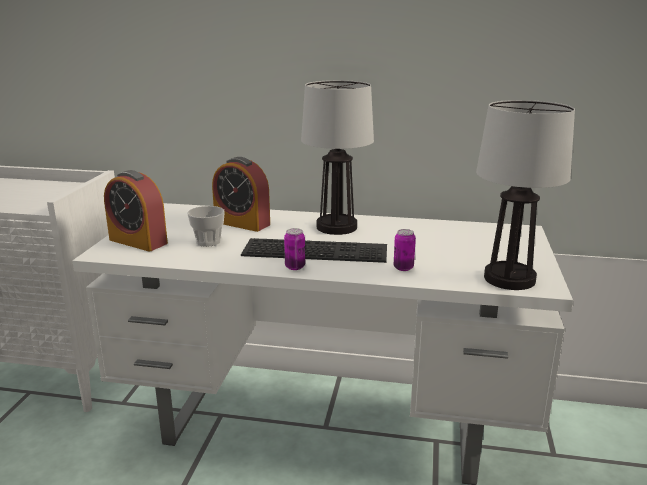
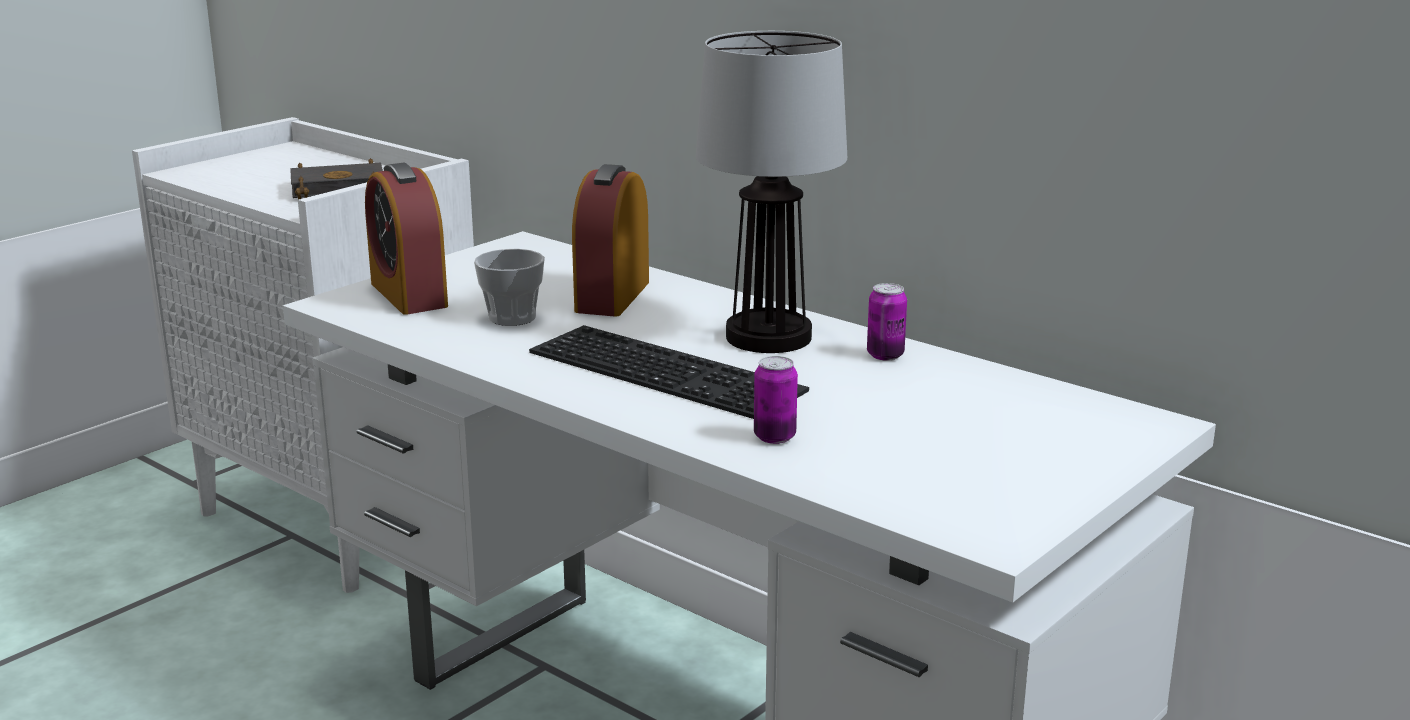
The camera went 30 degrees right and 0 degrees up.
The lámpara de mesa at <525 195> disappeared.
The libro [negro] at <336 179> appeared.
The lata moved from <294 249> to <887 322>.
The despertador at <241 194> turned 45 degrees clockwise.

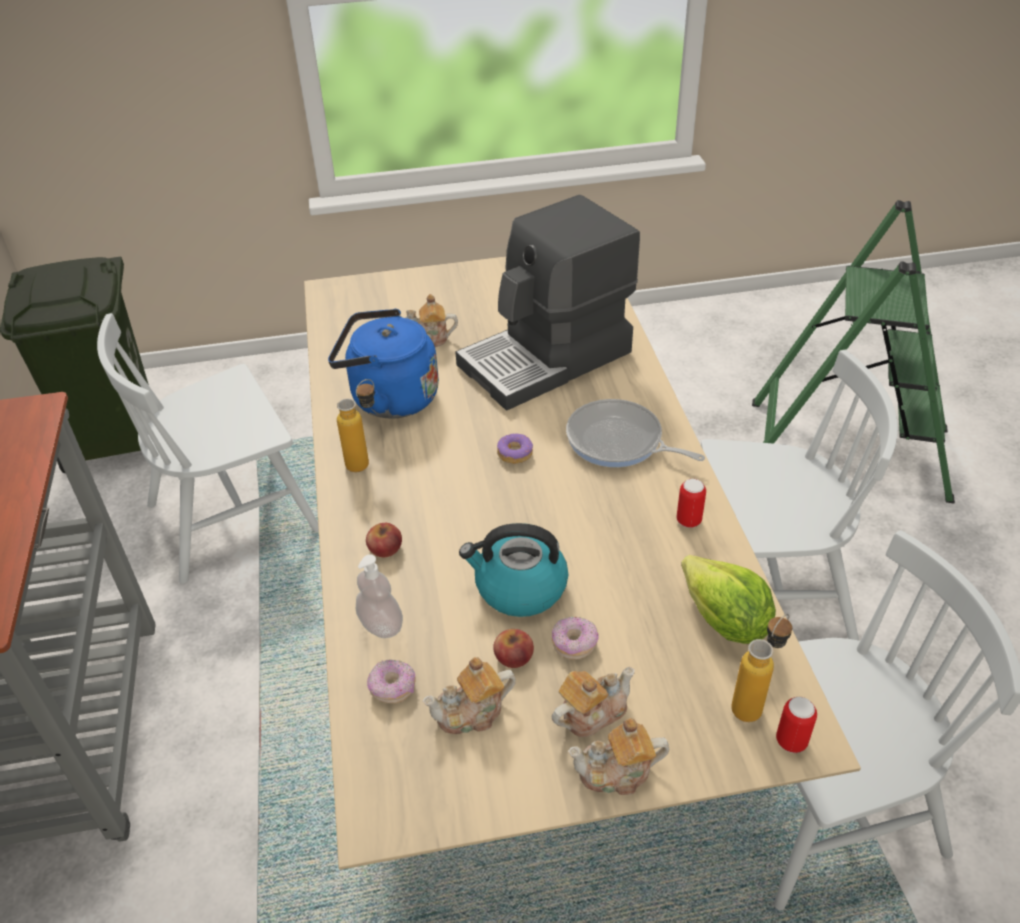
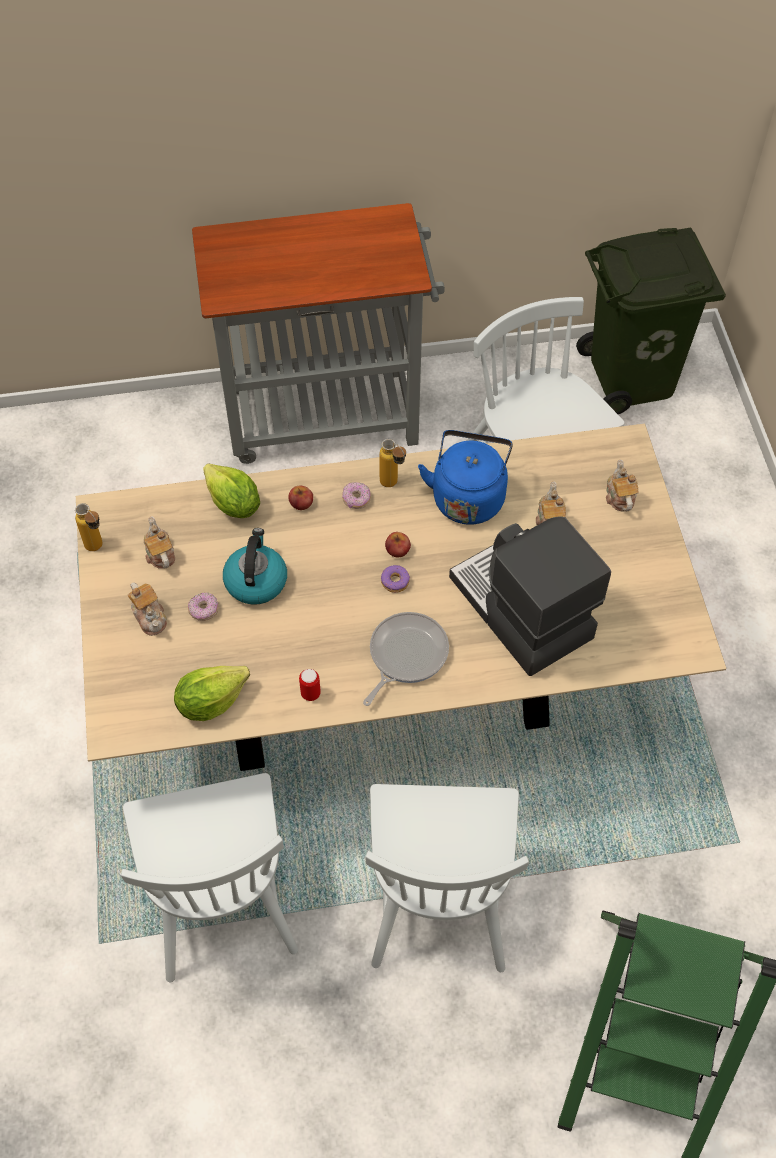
The camera went 90 degrees right and 15 degrees up.
The lata at <796 725> disappeared.
The rosquilla moved from <391 681> to <356 495>.
The manzana moved from <513 648> to <398 544>.
The tetera moved from <618 756> to <622 485>.
The botella moved from <761 668> to <88 527>.
The dispensador de jabón at <379 596> was replaced by the lechuga at <231 491>.

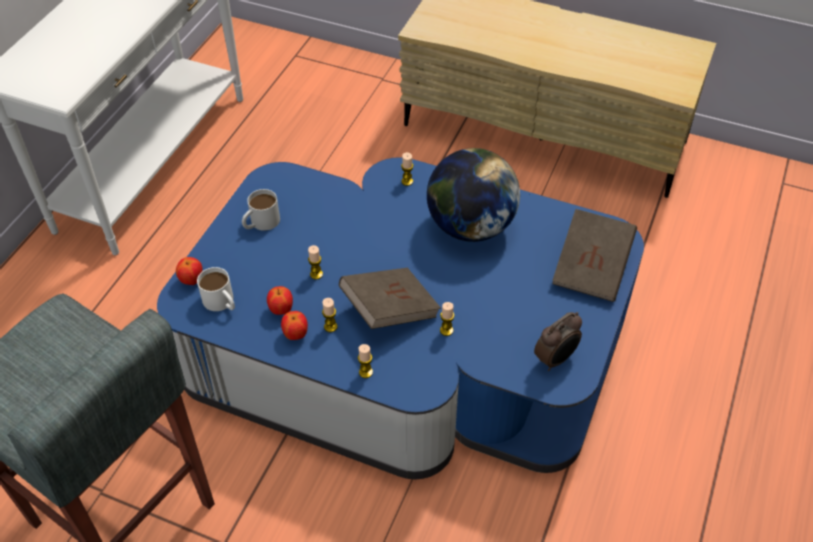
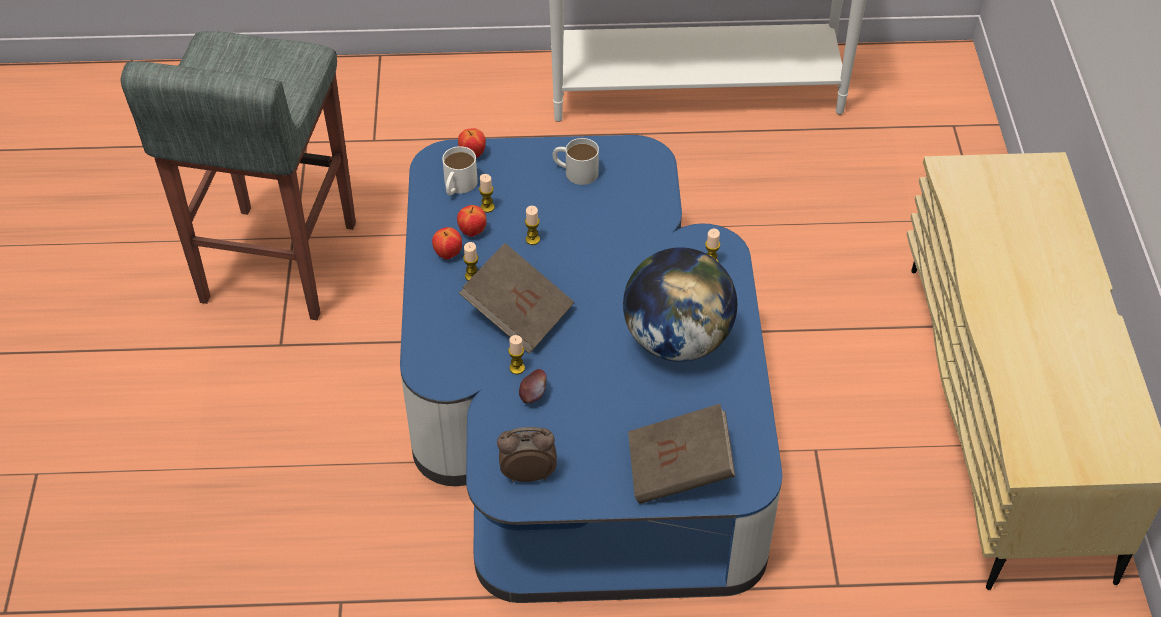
The camera went 65 degrees right and 0 degrees up.
The manzana at <533 386> appeared.
The vela moved from <365 361> to <487 193>.
The despertador at <558 341> turned 150 degrees clockwise.

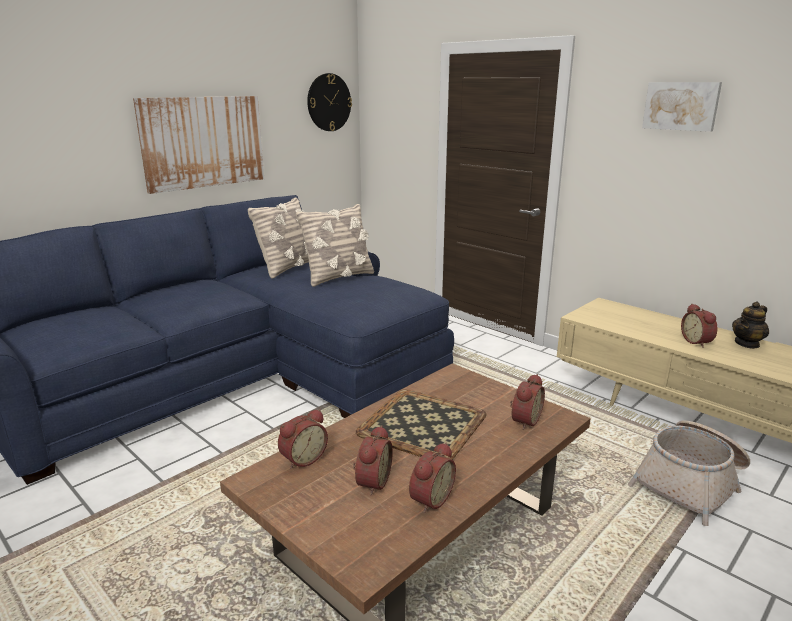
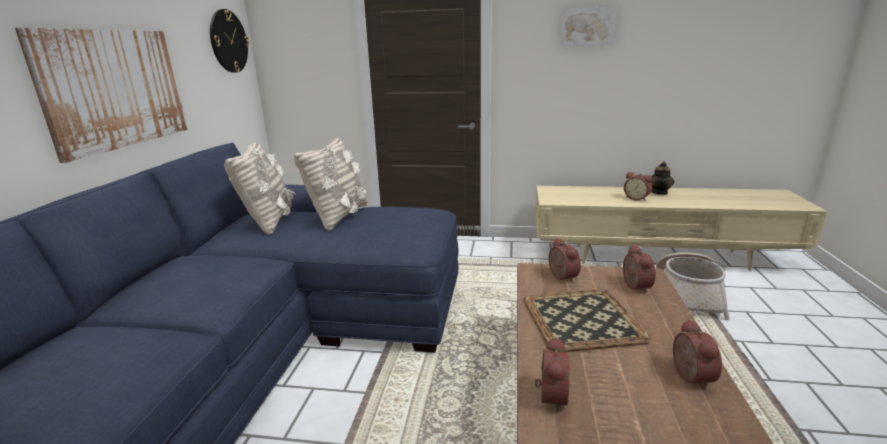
The camera went 35 degrees left and 0 degrees up.
The despertador moved from <373 460> to <565 260>.

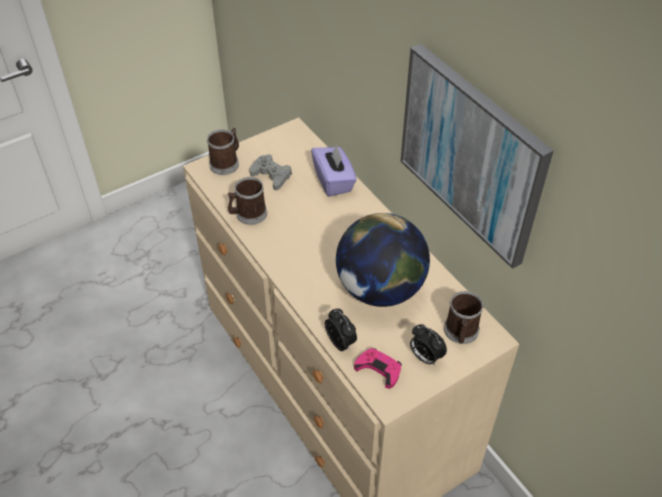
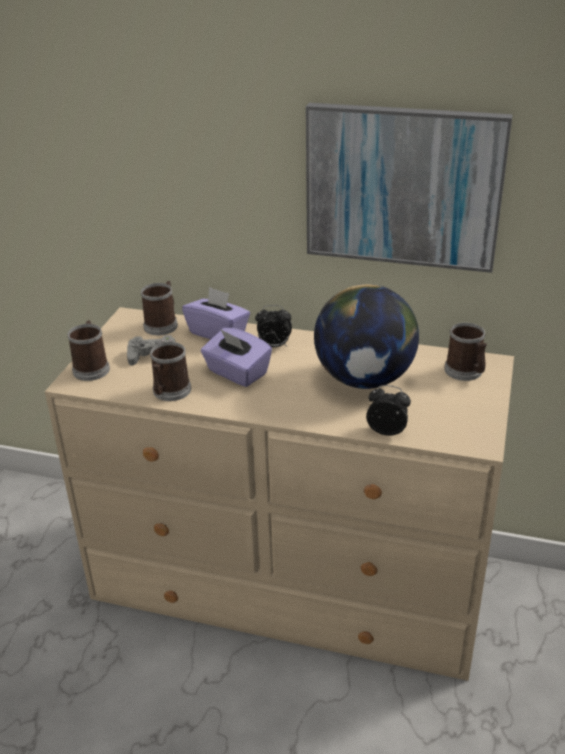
The camera went 40 degrees left and 15 degrees down.
The mando de consola [rosa] at <378 368> disappeared.
The taza grande at <159 308> appeared.
The caja de pañuelos [morado] at <236 357> appeared.
The despertador moved from <428 345> to <273 326>.

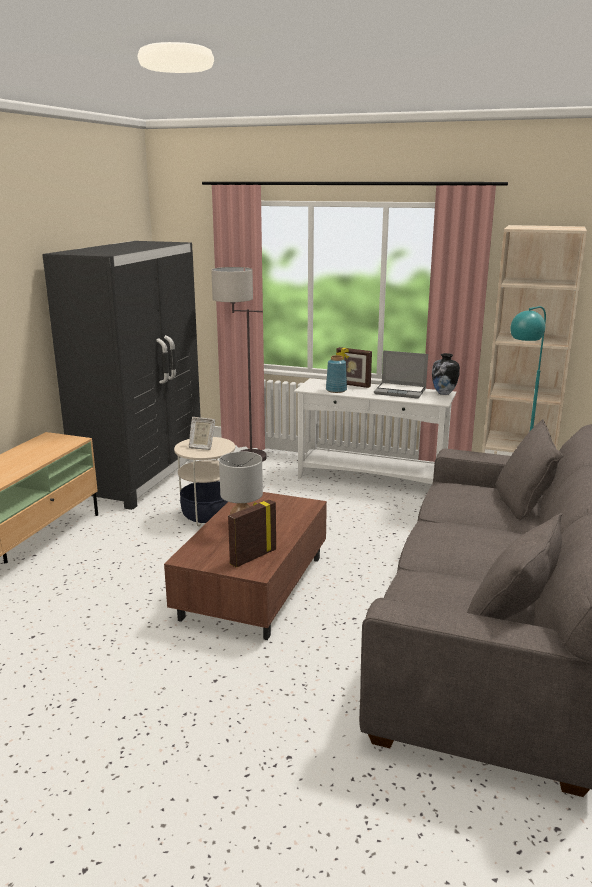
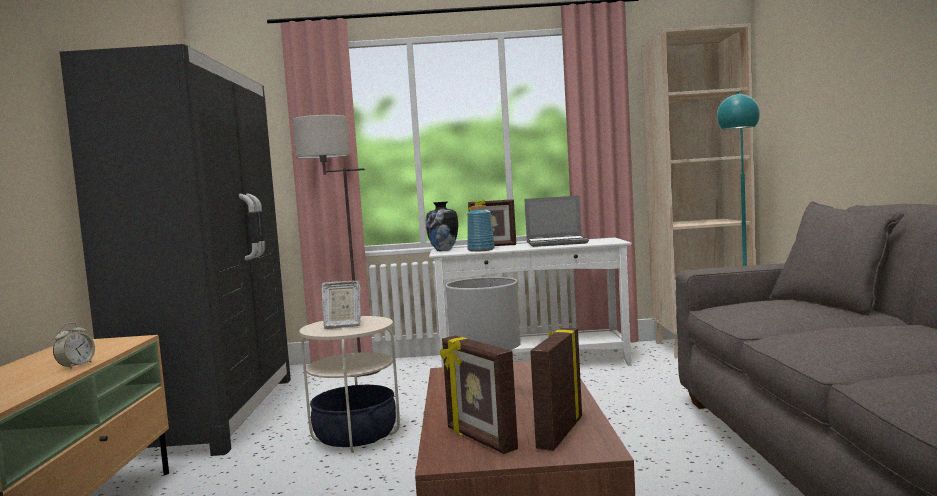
The camera went 20 degrees left and 15 degrees down.
The despertador at <74 346> appeared.
The portarretratos at <479 395> appeared.
The florero moved from <446 374> to <441 226>.

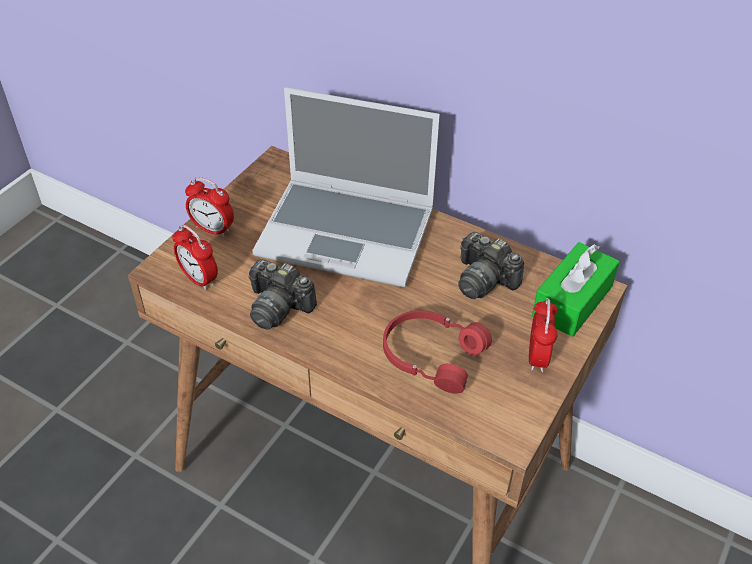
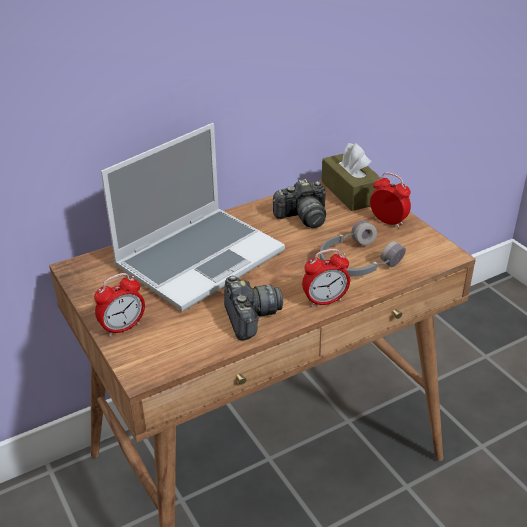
The camera went 60 degrees left and 10 degrees down.
The despertador moved from <195 257> to <326 278>.
The auriculares [rojo] at <437 352> became the auriculares [gris] at <363 248>.
The caja de pañuelos [verde] at <576 289> became the caja de pañuelos [marrón] at <351 177>.
The cámara at <283 294> turned 75 degrees counterclockwise.

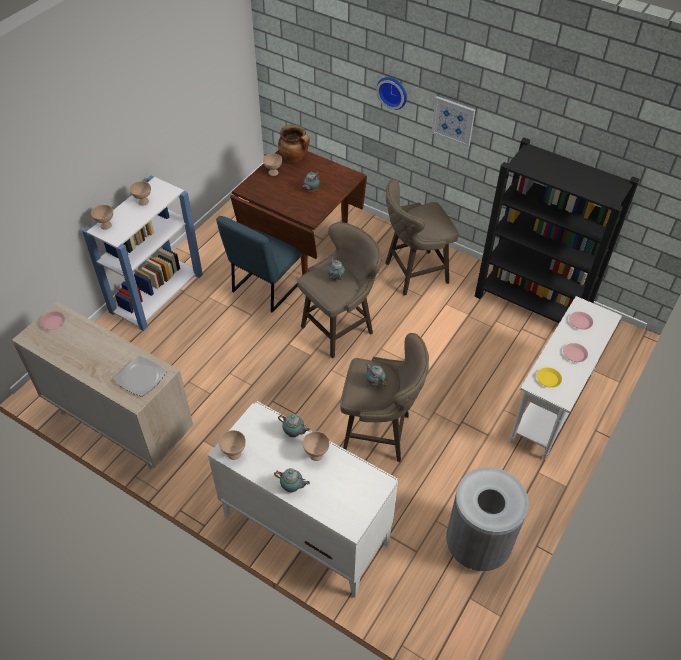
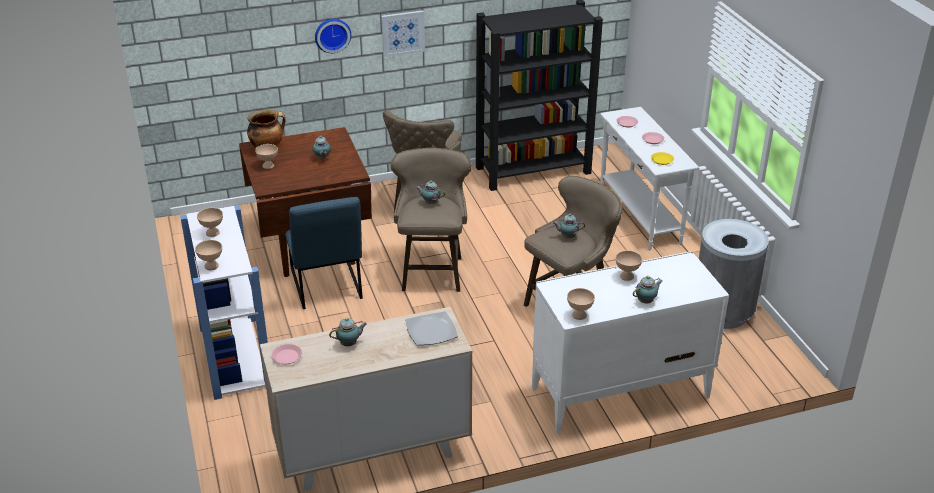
The camera went 50 degrees left and 15 degrees down.
The tetera moved from <294 425> to <348 332>.

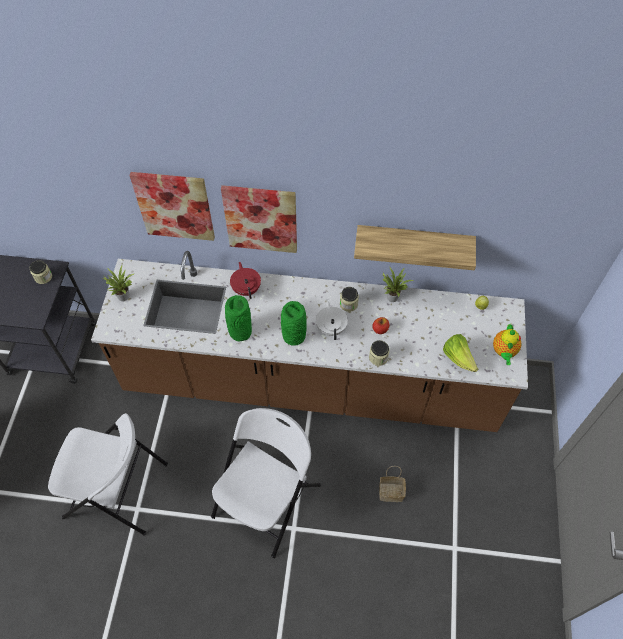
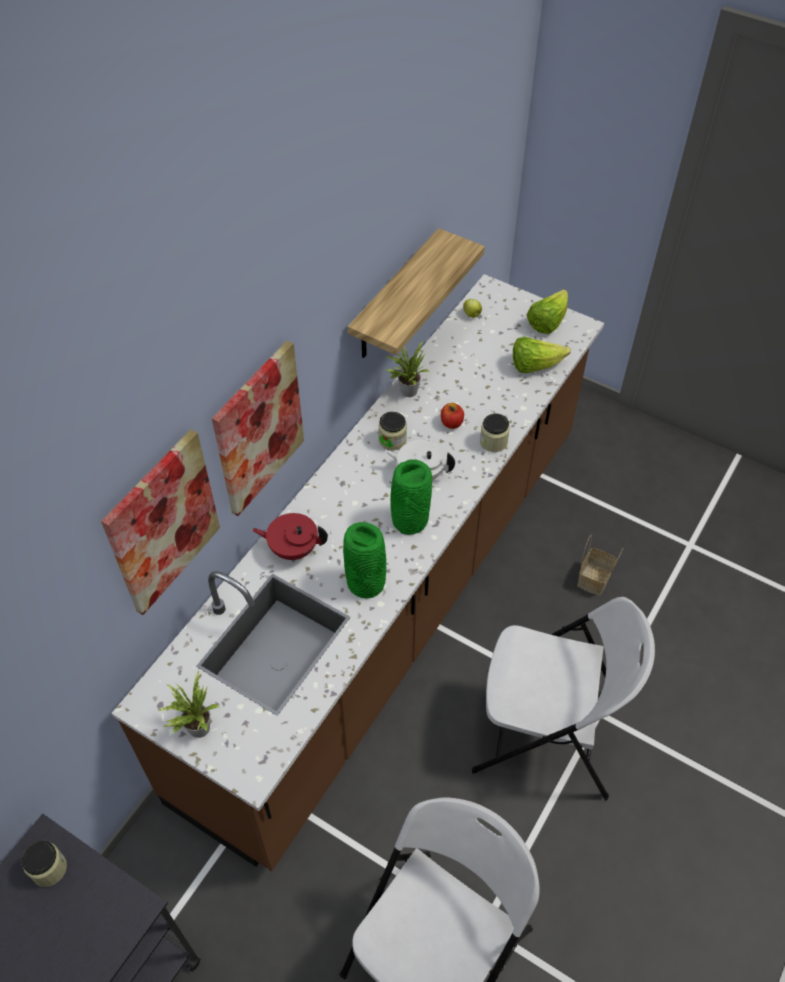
The camera went 65 degrees left and 5 degrees down.
The tetera at <507 344> was replaced by the lechuga at <547 311>.
The silla [blanco] at <266 483> turned 135 degrees clockwise.

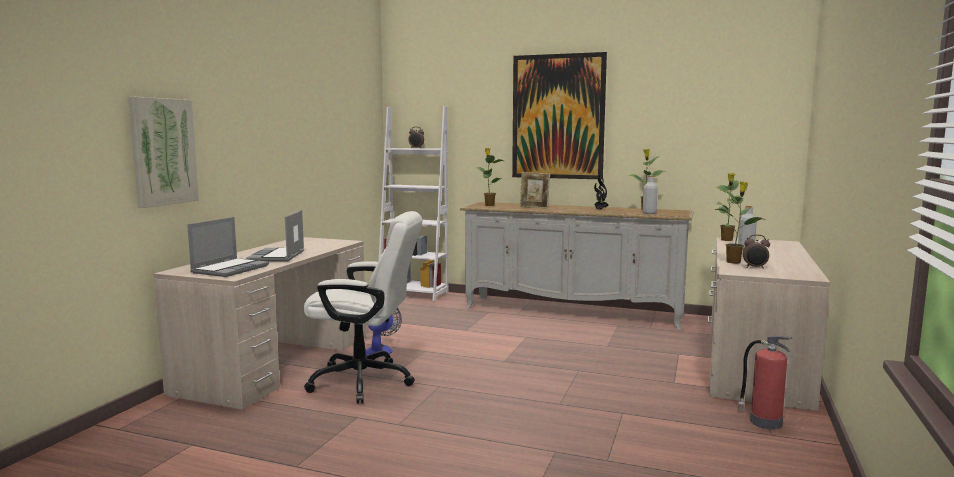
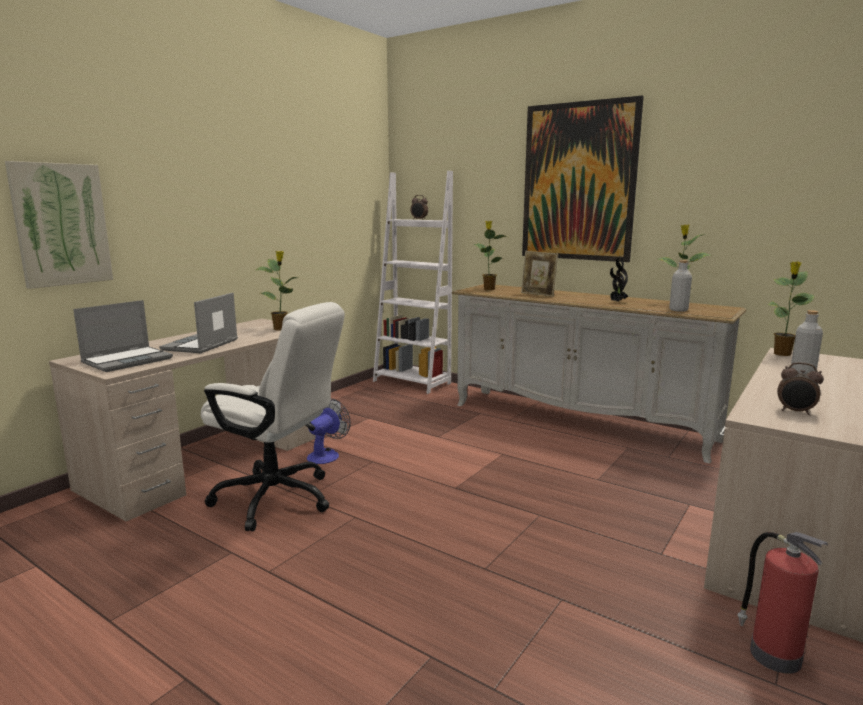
The camera went 15 degrees right and 5 degrees up.
The planta en maceta moved from <738 222> to <276 291>.

